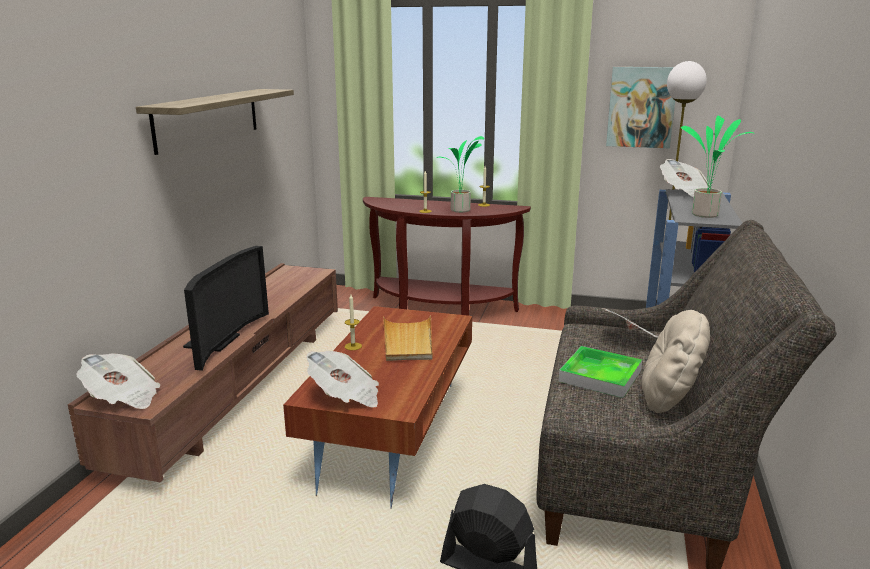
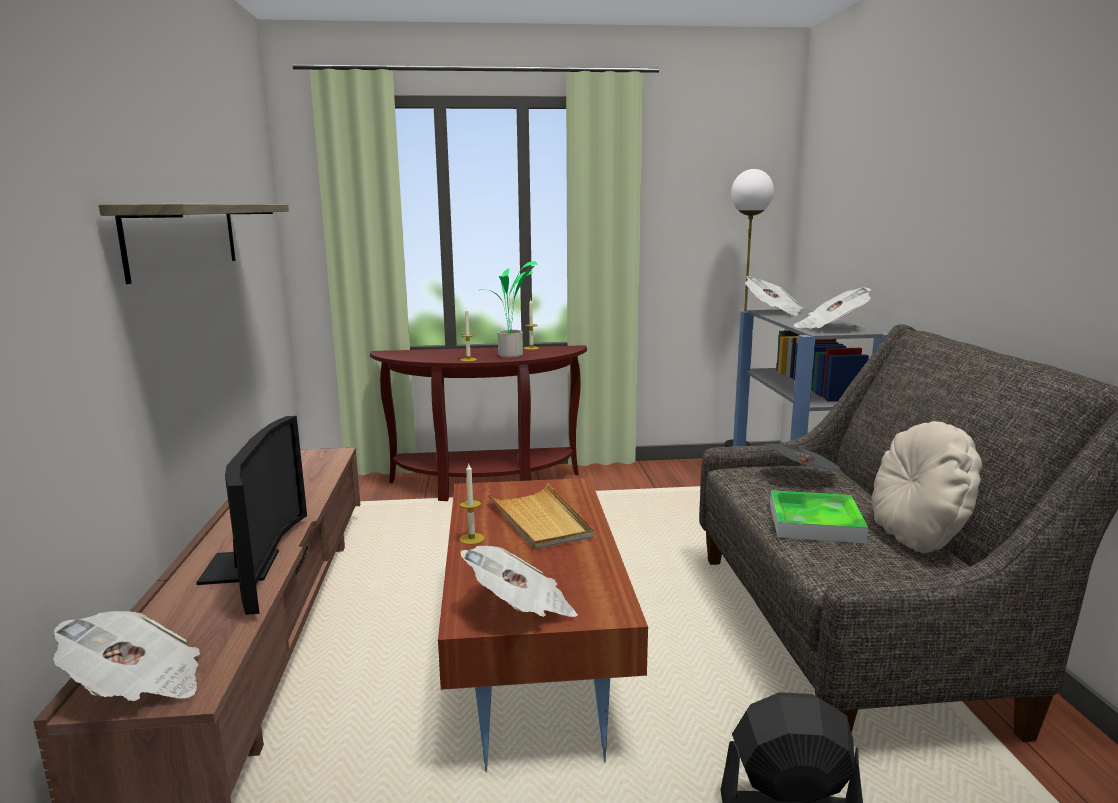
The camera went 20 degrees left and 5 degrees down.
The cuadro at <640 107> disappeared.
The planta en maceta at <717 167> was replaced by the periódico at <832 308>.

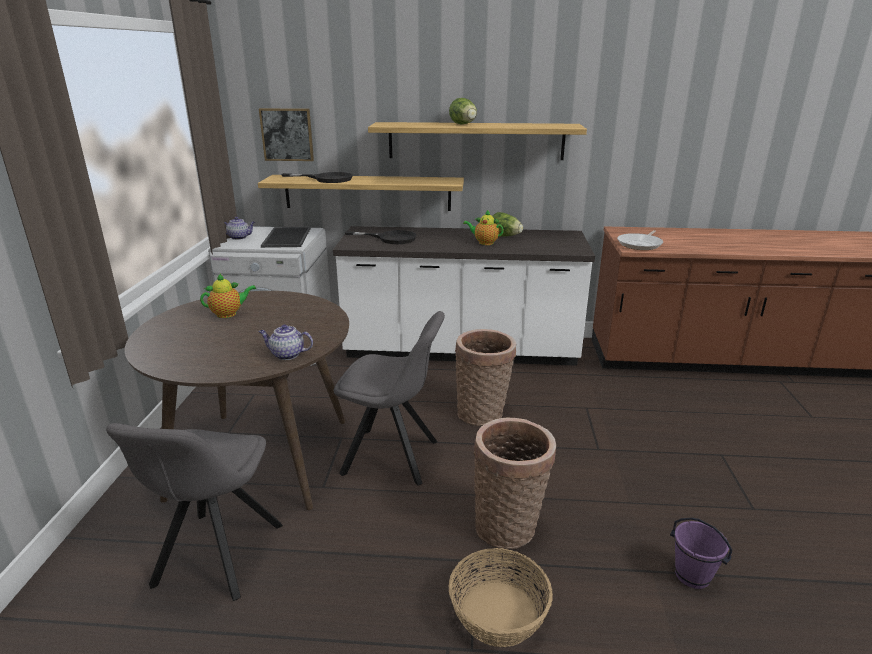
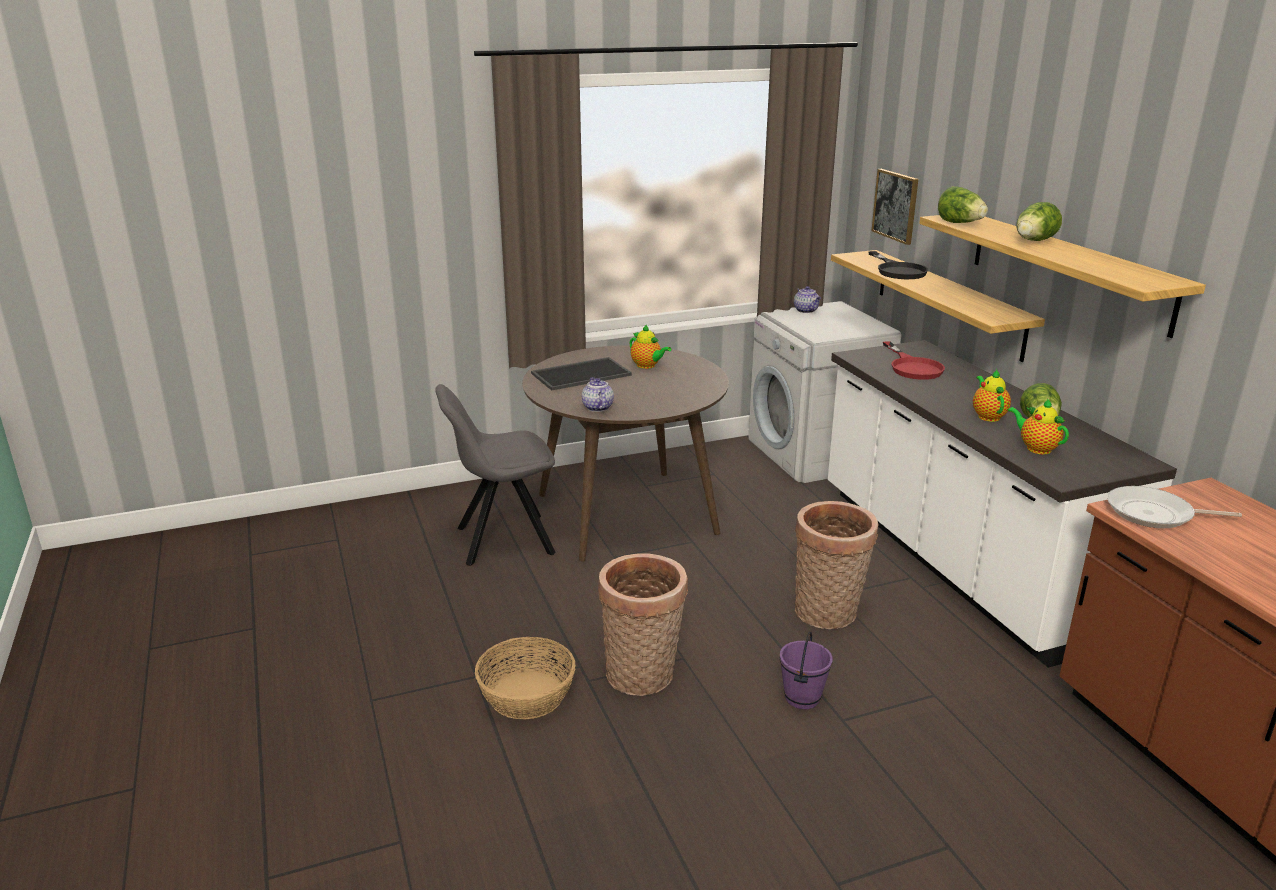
The camera went 65 degrees right and 0 degrees up.
The silla [gris] at <389 398> disappeared.
The lechuga at <963 204> appeared.
The tetera at <1038 426> appeared.
The bandeja moved from <286 237> to <581 374>.
The cubo [morado] moved from <701 553> to <806 670>.
The sartén [negro] at <381 237> became the sartén [rojo] at <914 360>.

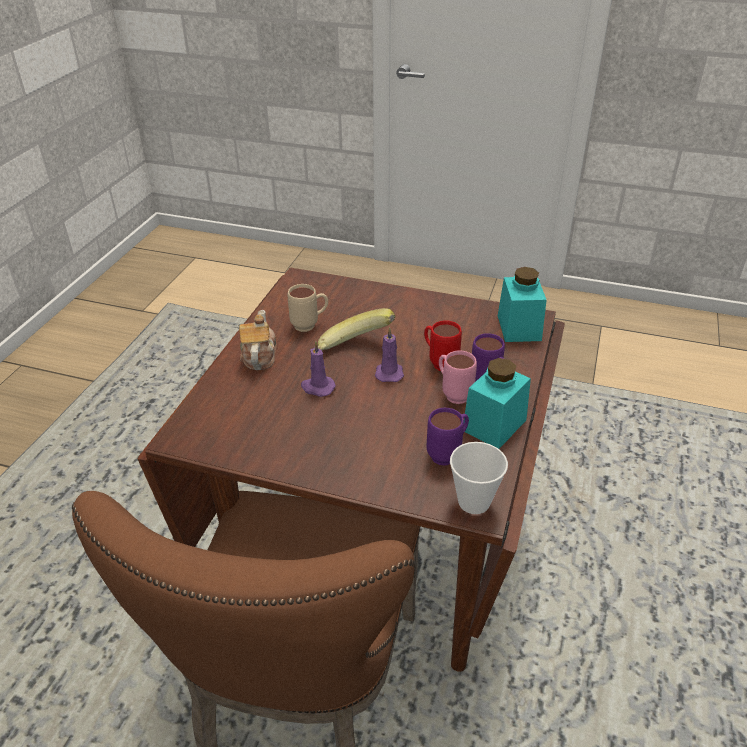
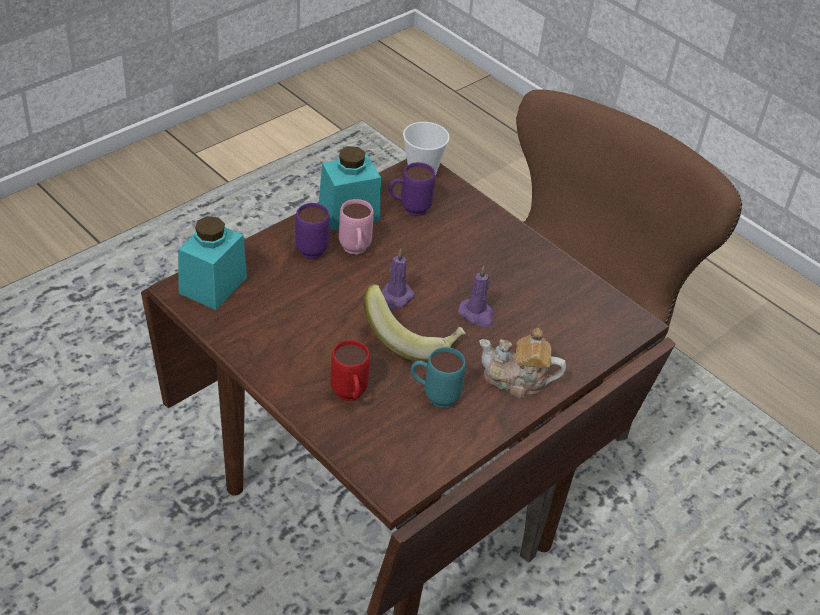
The camera went 155 degrees left and 5 degrees up.
The taza grande [rojo] moved from <443 345> to <350 370>.
The taza grande [beis] at <307 308> became the taza grande [turquesa] at <438 377>.
The tetera at <258 340> turned 75 degrees clockwise.

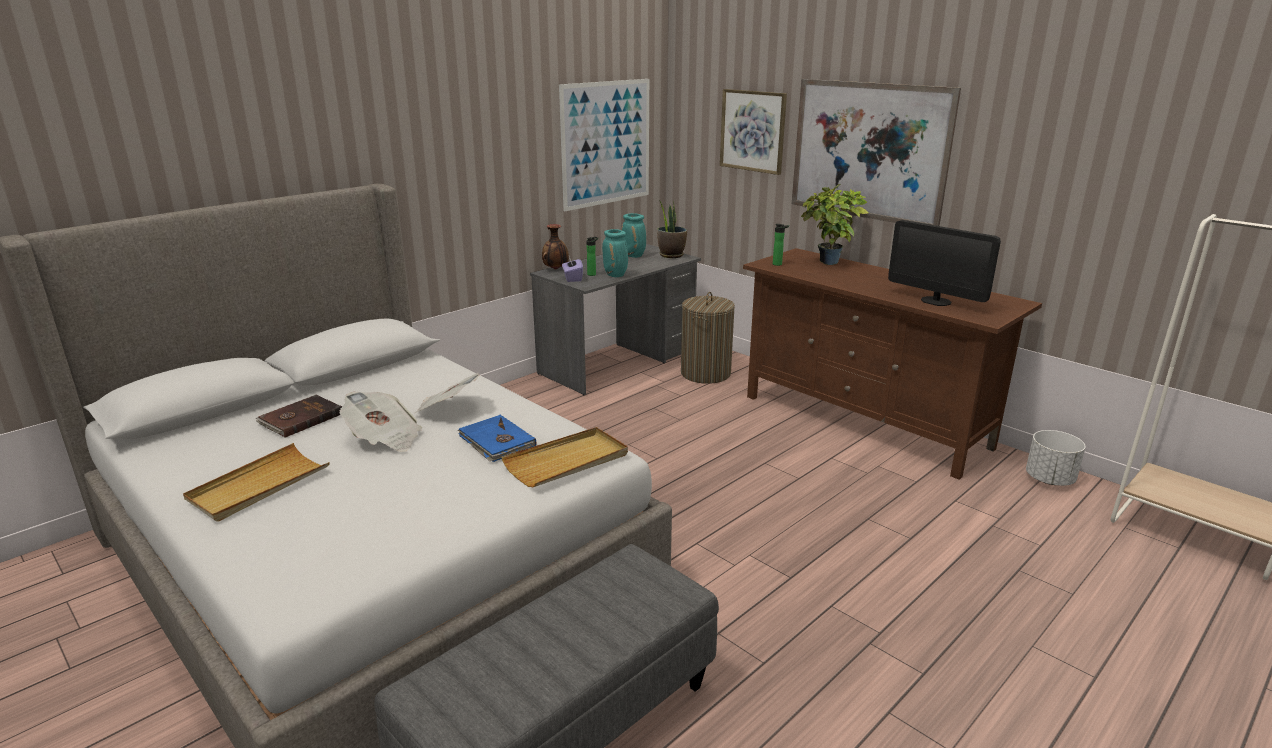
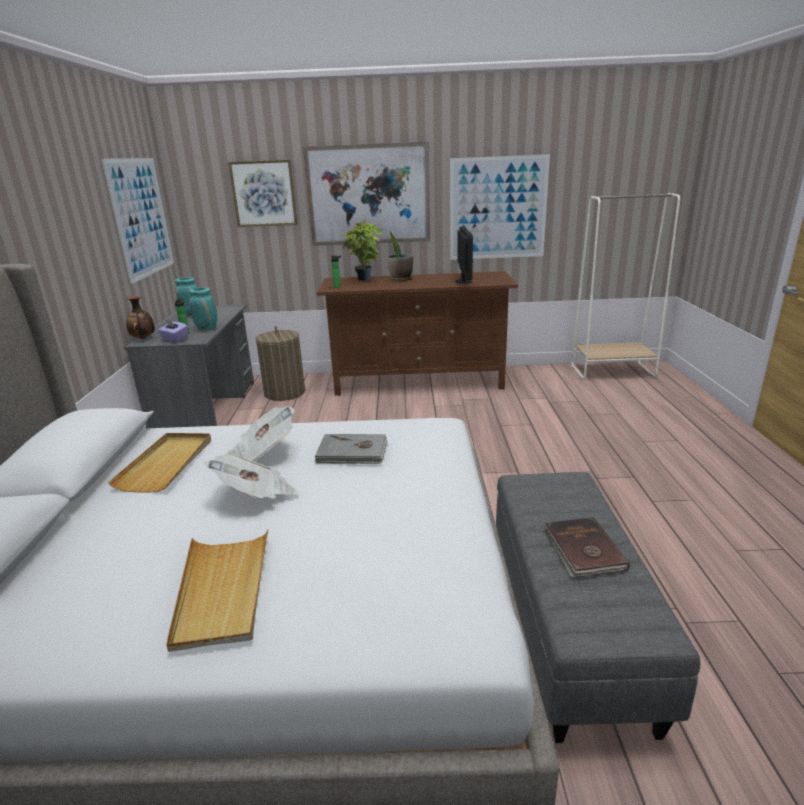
The camera went 45 degrees left and 0 degrees up.
The maceta [blanco] at <1056 458> disappeared.
The cuadro at <500 207> appeared.
The libro [marrón] moved from <299 416> to <587 547>.
The bandeja [beis] moved from <564 457> to <159 463>.
The planta en maceta moved from <672 228> to <400 256>.
The libro [azul] at <497 438> became the libro [gris] at <351 449>.
The monitor at <944 263> turned 90 degrees counterclockwise.

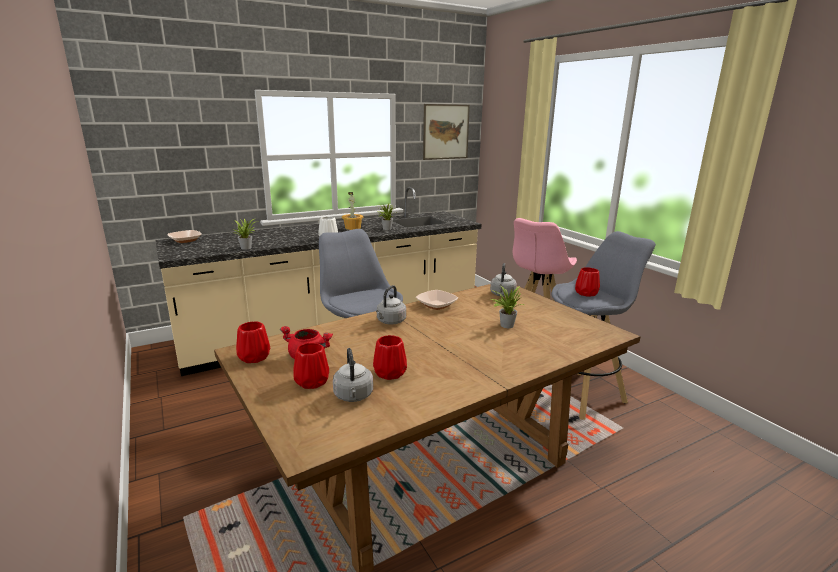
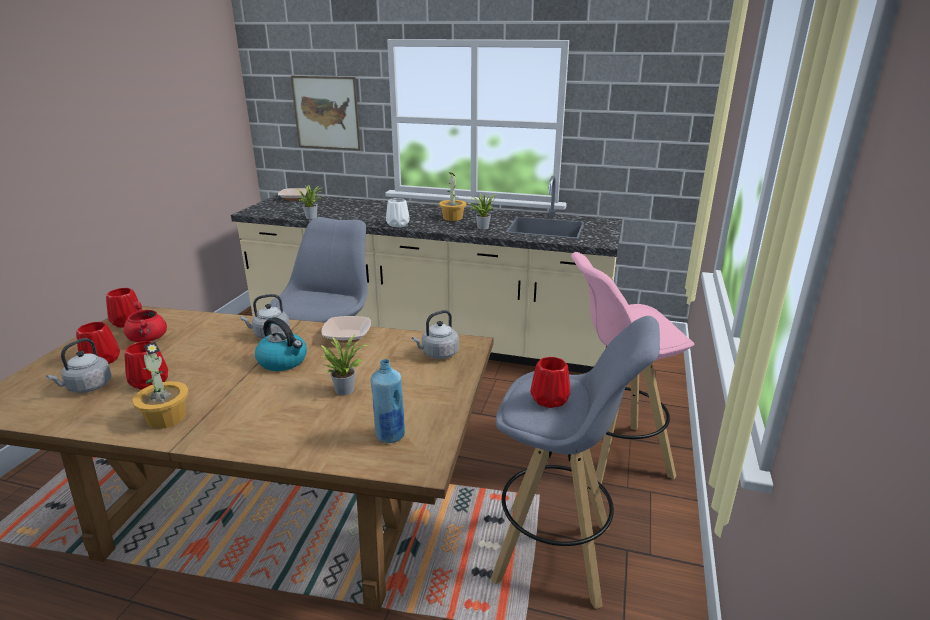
The camera went 45 degrees right and 5 degrees up.
The planta en maceta at <160 385> appeared.
The hervidor at <281 344> appeared.
The botella [azul] at <388 401> appeared.
The cuadro moved from <446 132> to <326 113>.

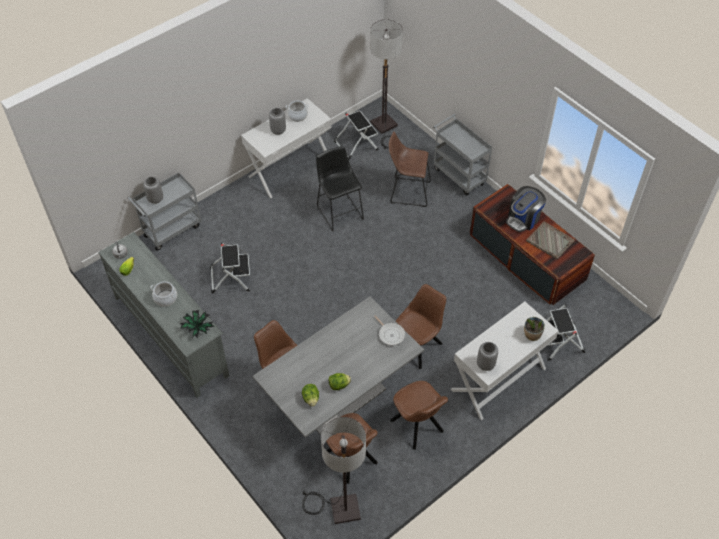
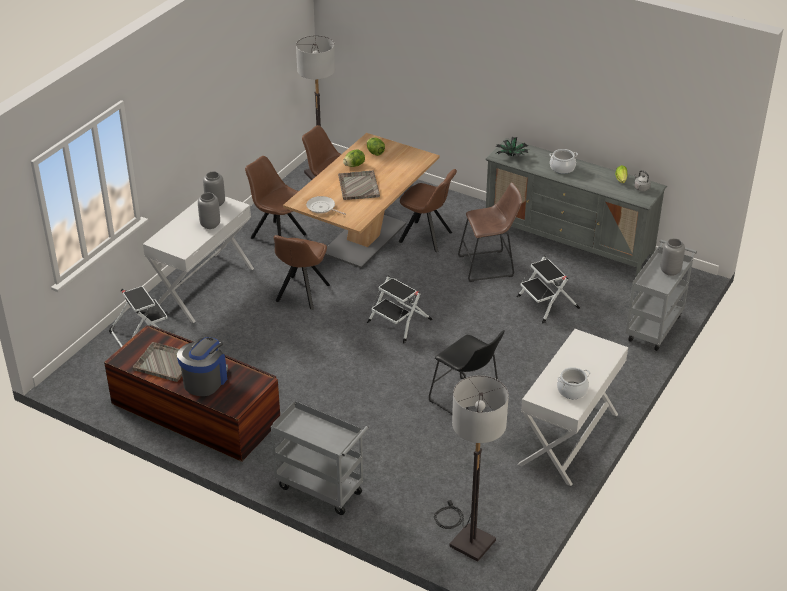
The camera went 160 degrees right and 15 degrees down.
The planta en maceta at <534 329> disappeared.
The bandeja [gris] at <359 185> appeared.
The florero [gris] moved from <277 121> to <209 211>.
The escalera de tijera moved from <356 135> to <400 310>.
The taburete [marrón] moved from <410 169> to <490 232>.
The mesa de comedor [gris] at <338 367> became the mesa de comedor [marrón] at <361 201>.

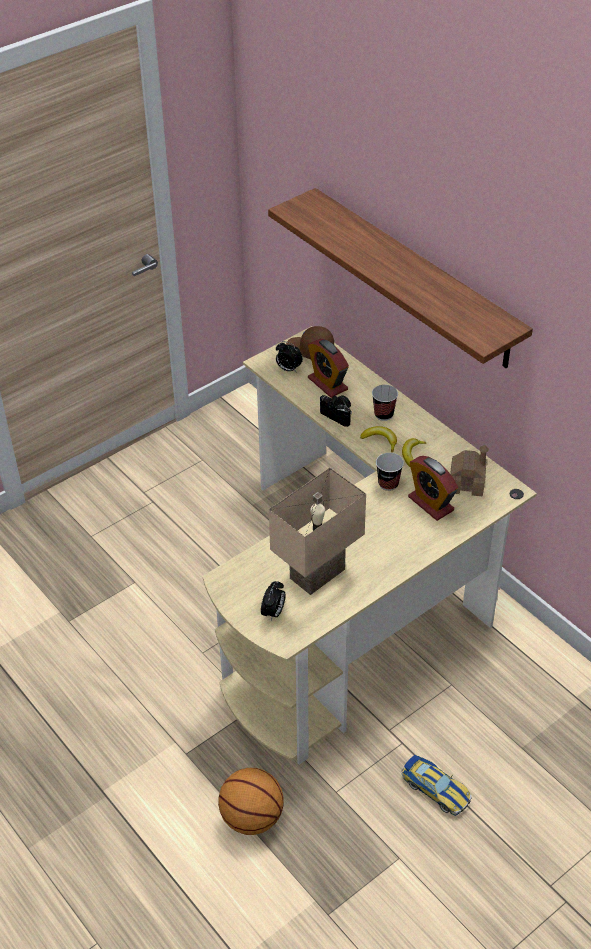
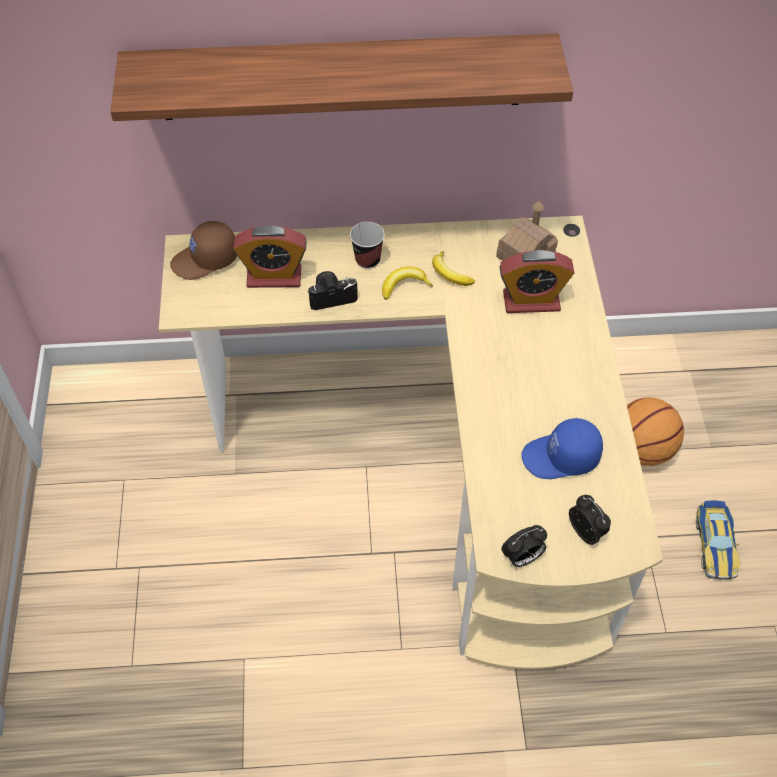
The camera went 55 degrees left and 10 degrees up.
The taza at <390 472> disappeared.
The balón de baloncesto moved from <251 801> to <655 431>.
The despertador moved from <289 356> to <524 546>.
The lámpara de mesa [beis] at <317 531> was replaced by the gorra [azul] at <562 448>.
The coche de juguete at <437 785> turned 105 degrees clockwise.

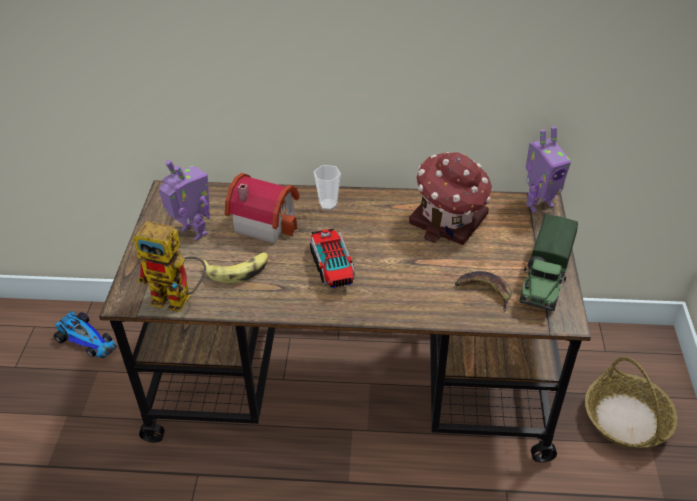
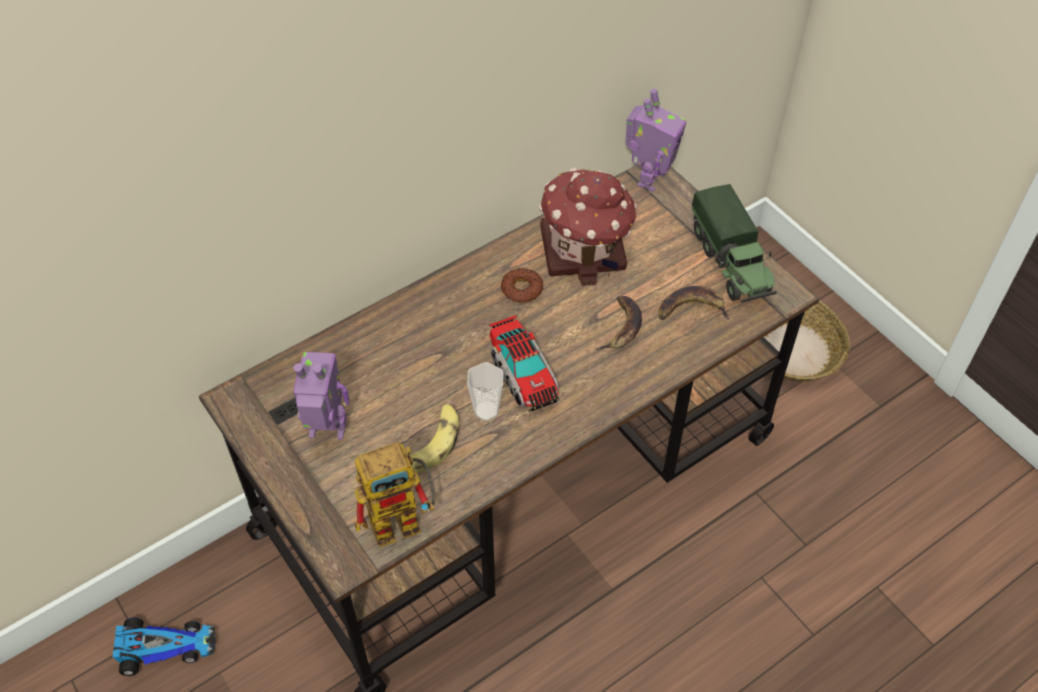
The camera went 40 degrees left and 10 degrees up.
The casita at <262 208> disappeared.
The rosquilla at <522 285> appeared.
The plátano at <618 323> appeared.
The taza moved from <327 187> to <485 391>.
The camión de juguete at <332 258> turned 150 degrees counterclockwise.

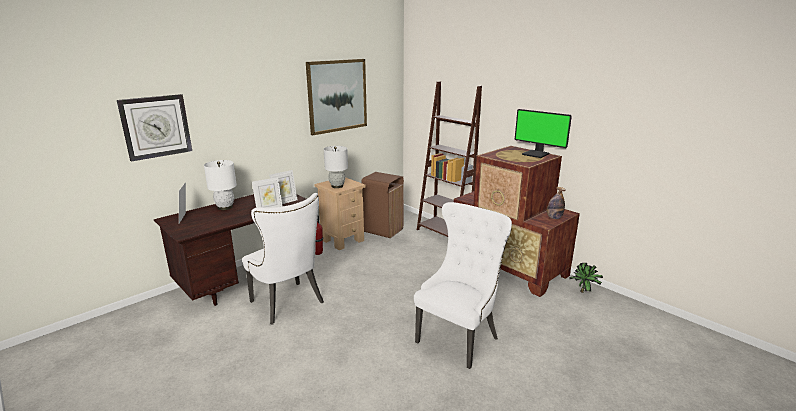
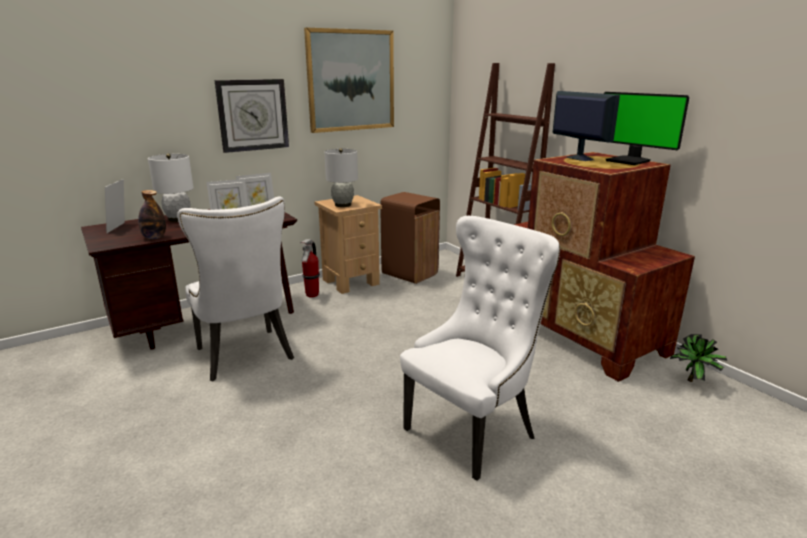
The camera went 10 degrees right and 0 degrees up.
The monitor at <586 126> appeared.
The reloj de pared moved from <154 127> to <252 116>.
The botella moved from <556 203> to <152 214>.

